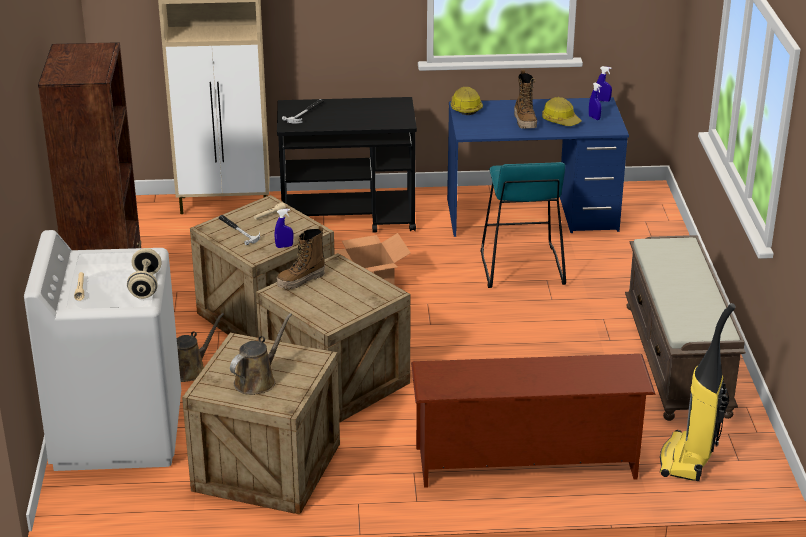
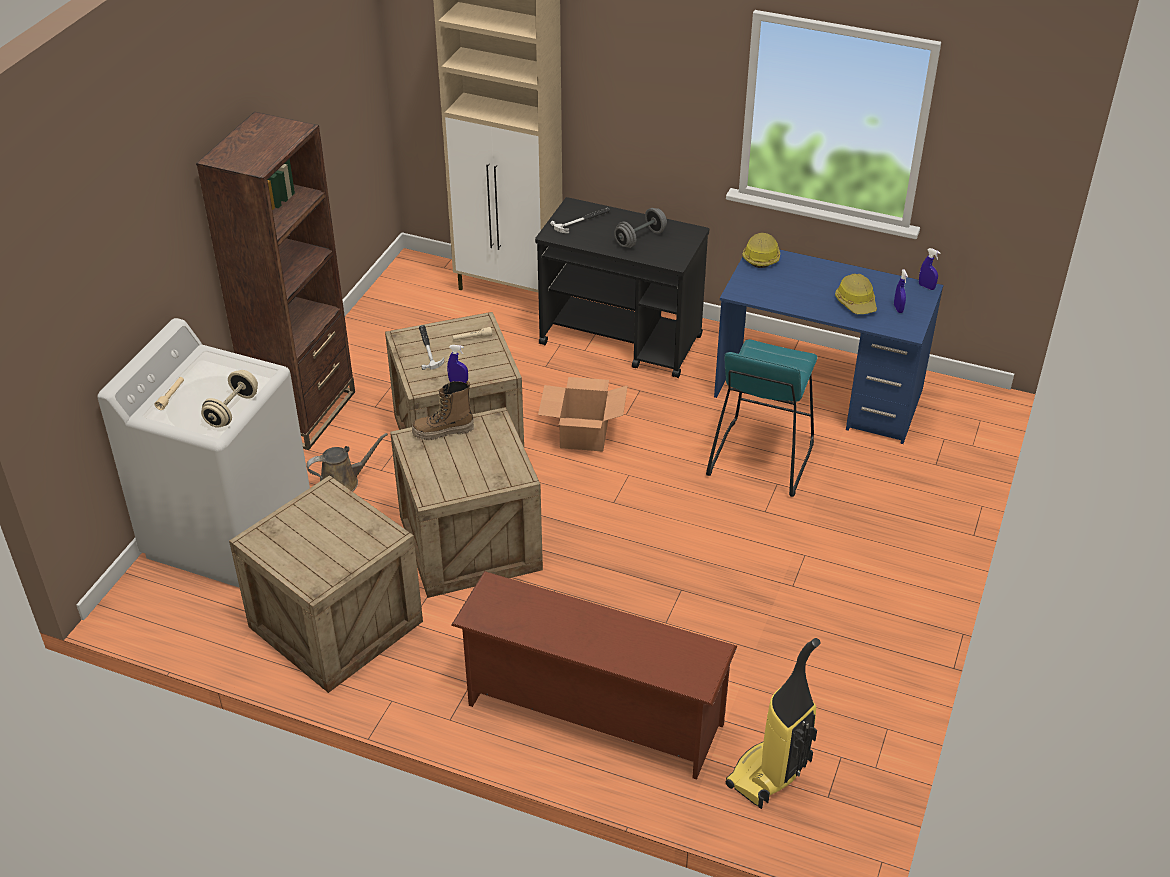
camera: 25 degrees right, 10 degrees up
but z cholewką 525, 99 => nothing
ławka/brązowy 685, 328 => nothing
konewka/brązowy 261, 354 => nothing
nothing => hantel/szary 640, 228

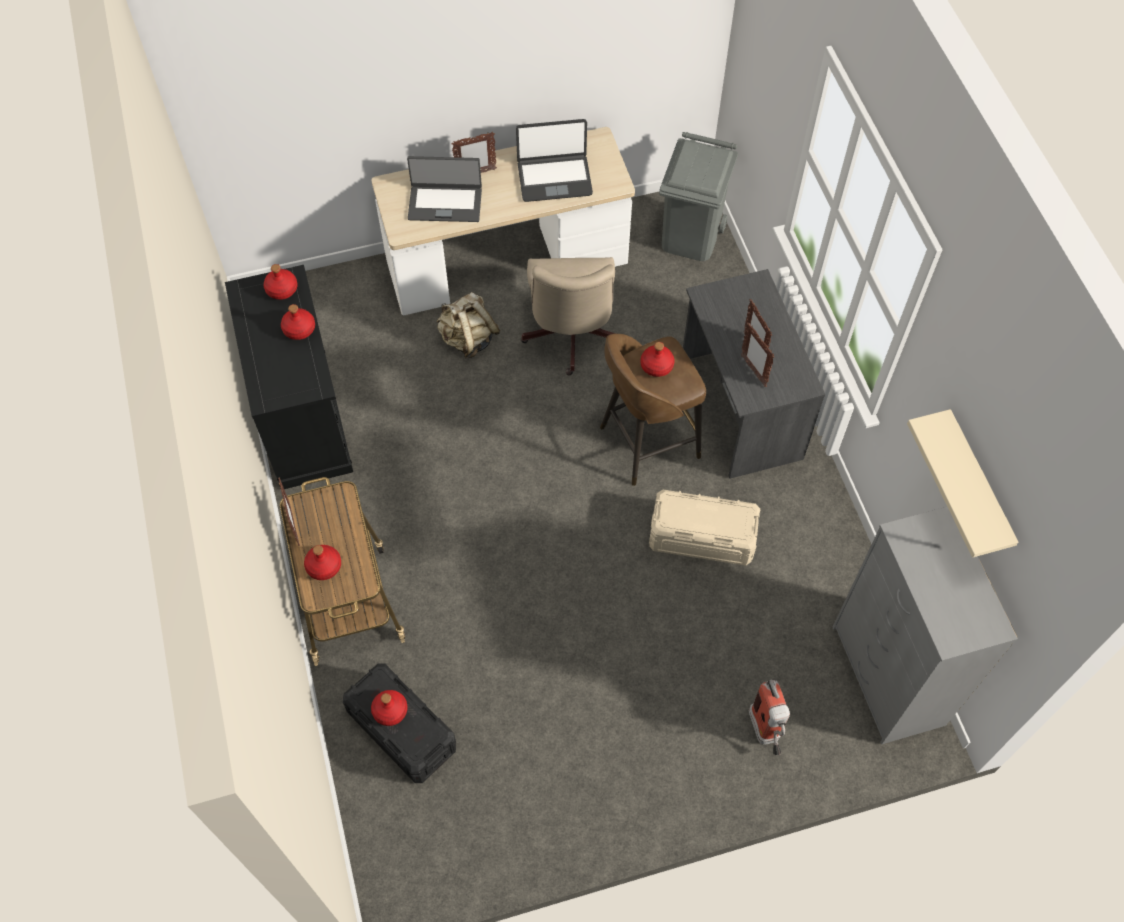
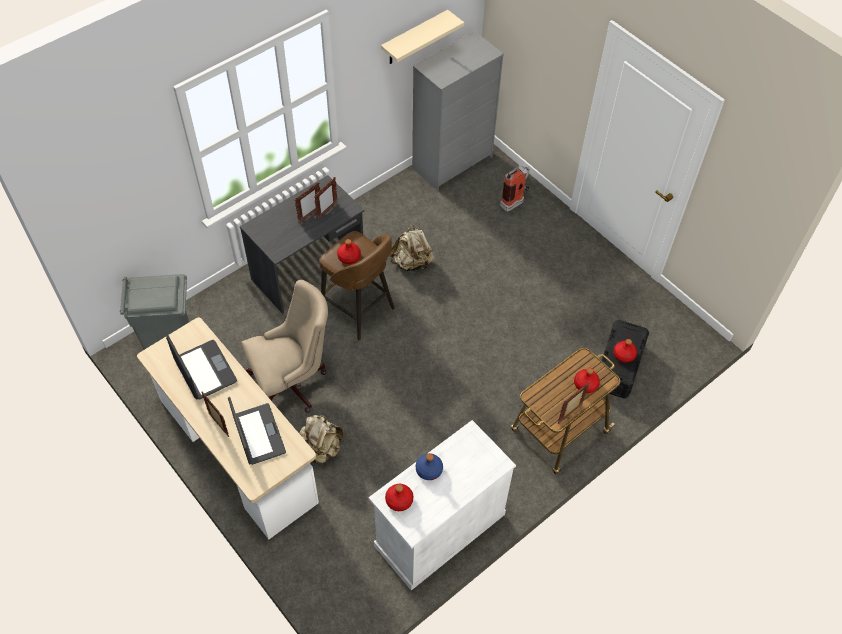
camera: 115 degrees left, 5 degrees down
szafka/czarny 289, 377 => szafka/biały 442, 505
butelka/czerwony 298, 322 => butelka/niebieski 429, 466
pojemnik do przechowywania/beżowy 704, 528 => plecak/beżowy 412, 248

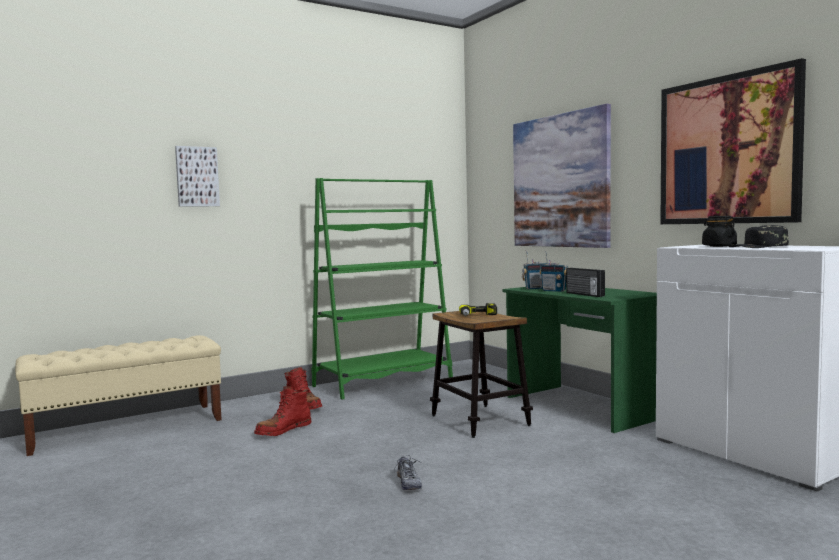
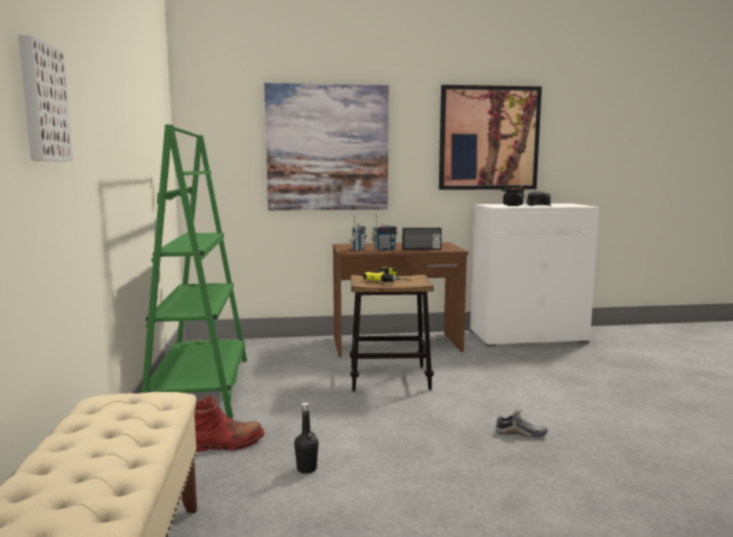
camera: 65 degrees left, 5 degrees up
biurko/zielony 579, 360 => biurko/brązowy 401, 299
but z cholewką/czerwony 283, 411 => butelka/czarny 306, 438

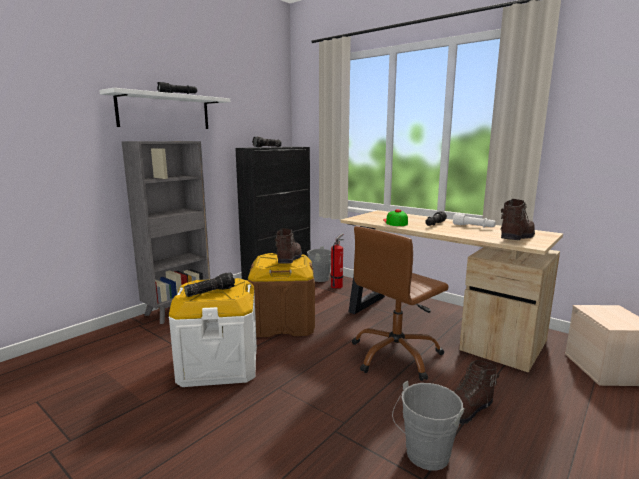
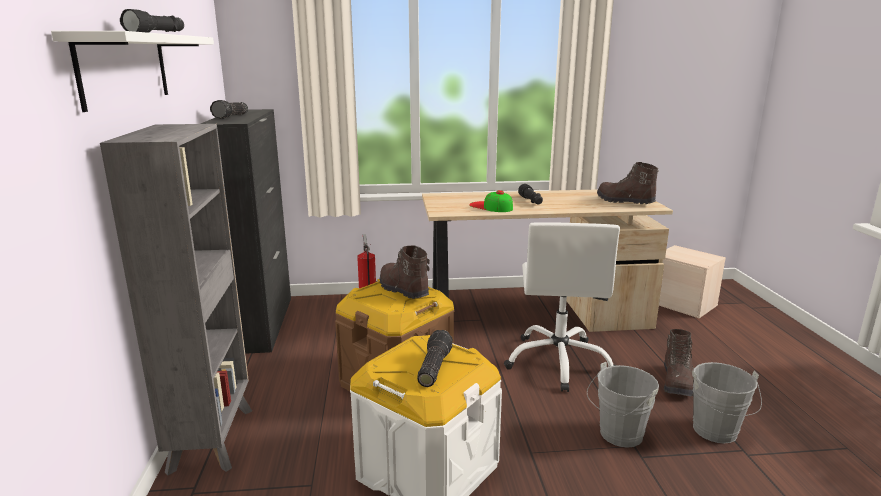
camera: 45 degrees left, 5 degrees up
but z cholewką/brązowy 517, 219 => but z cholewką/brązowy 628, 183, 45 degrees counterclockwise
latarka/biały 474, 220 => nothing
krzesło biurowe/brązowy 400, 303 => krzesło biurowe/biały 562, 307
wiadro/szary 319, 264 => wiadro/szary 623, 405, shifted

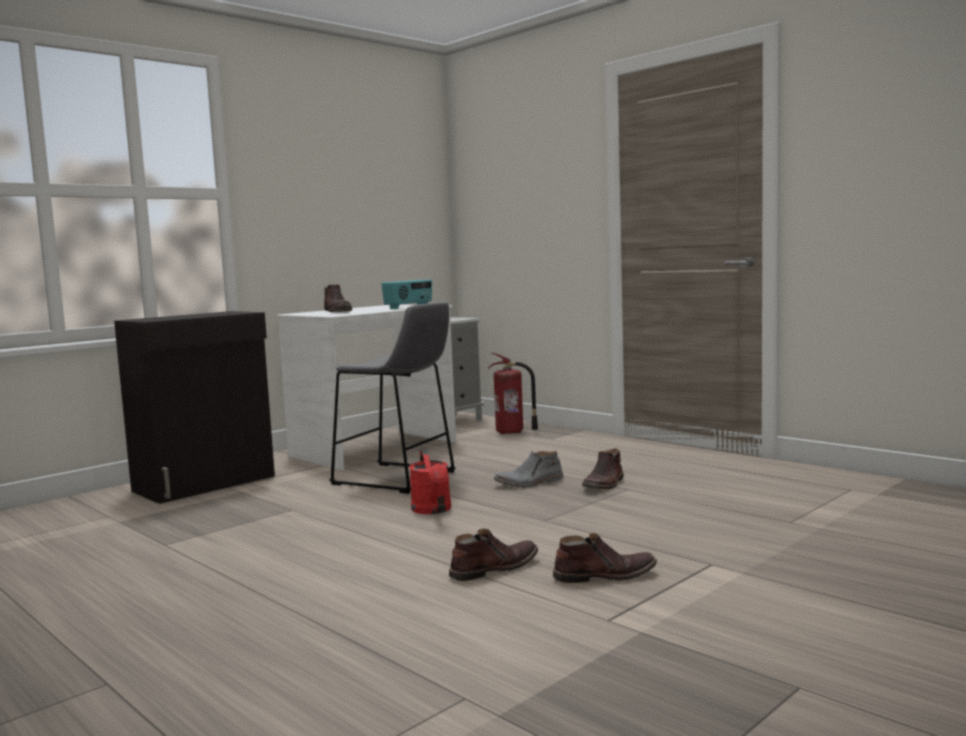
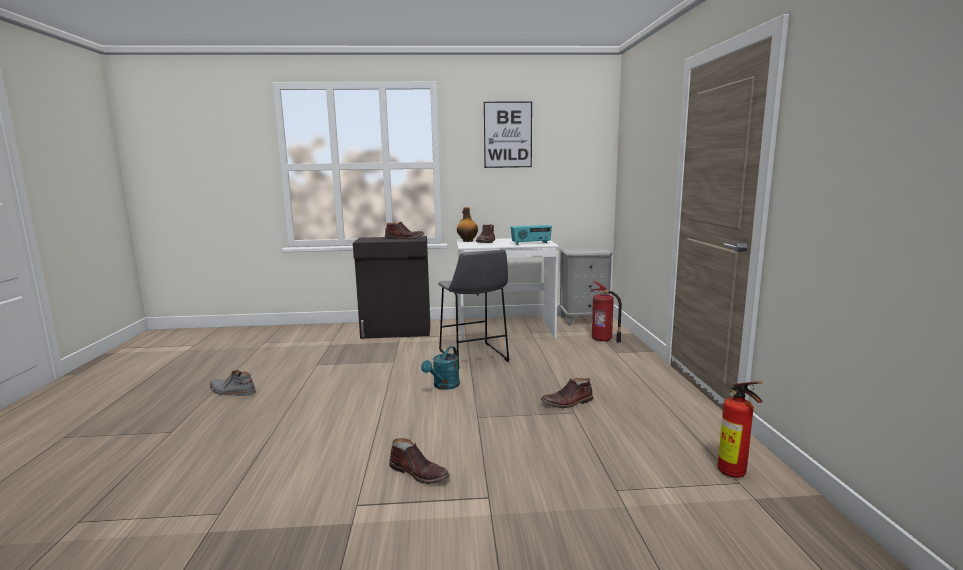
camera: 40 degrees right, 5 degrees up
konewka/czerwony 430, 481 => konewka/turkusowy 440, 368
but z cholewką/szary 528, 469 => but z cholewką/szary 233, 383, shifted
but z cholewką/brązowy 493, 555 => but z cholewką/brązowy 404, 230, shifted
nothing => obraz 508, 134
nothing => butelka 467, 224
nothing => gaśnica 740, 429

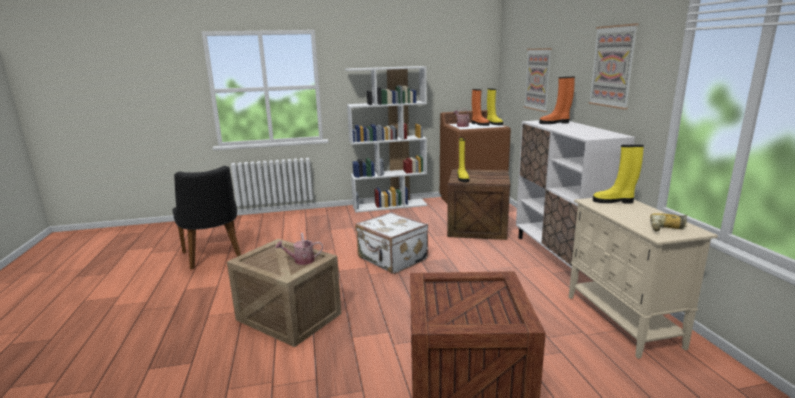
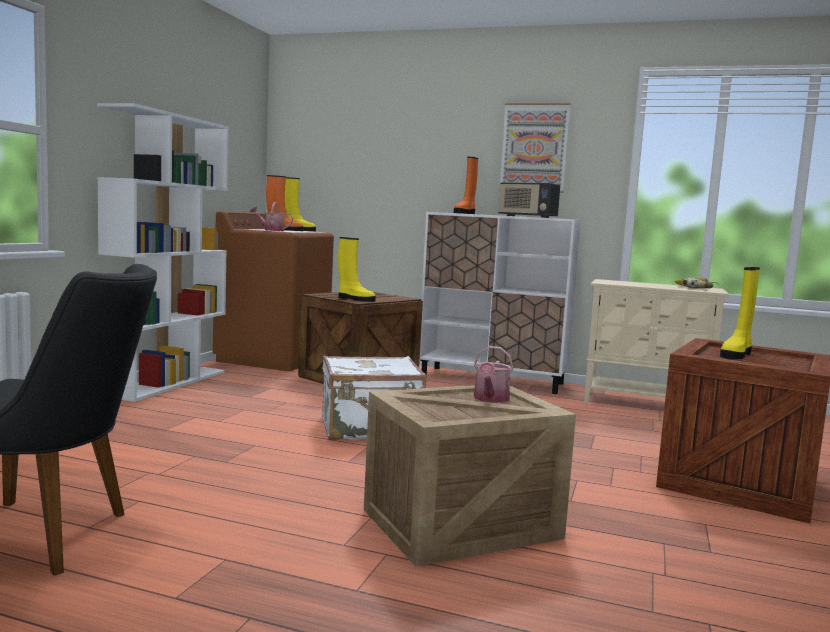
camera: 60 degrees left, 10 degrees down
obraz 538, 80 => nothing
but z cholewką/żółty 618, 174 => but z cholewką/żółty 740, 313, shifted
nothing => radio 528, 200

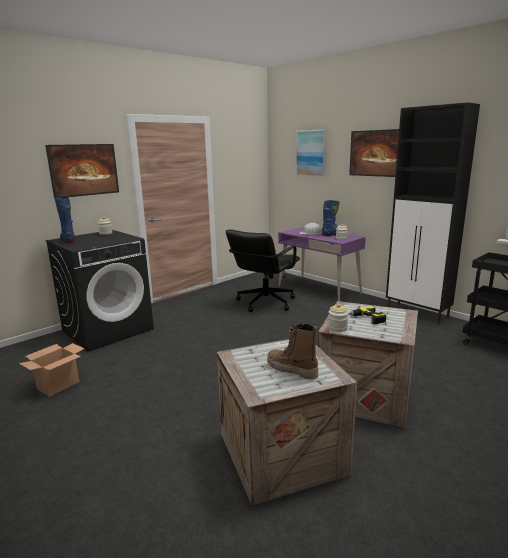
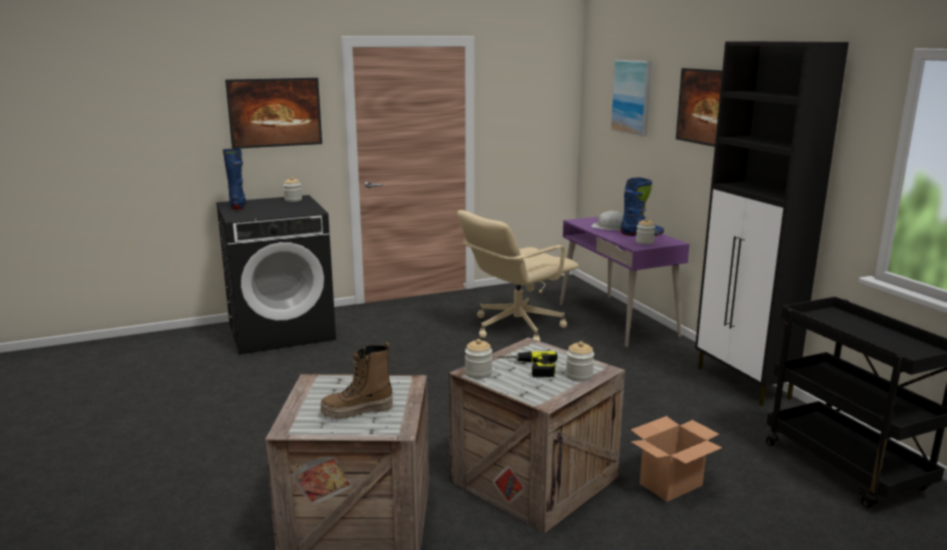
camera: 20 degrees right, 0 degrees up
krzesło biurowe/czarny 262, 270 => krzesło biurowe/beżowy 518, 275
but z cholewką 292, 352 => but z cholewką 357, 380, 75 degrees counterclockwise
karton 52, 370 => karton 676, 459, shifted
nothing => słoik 580, 361

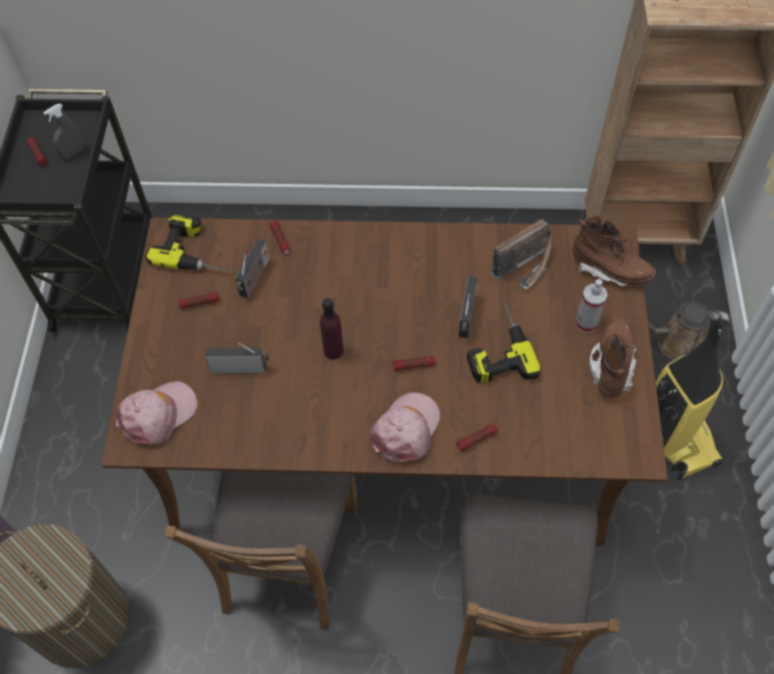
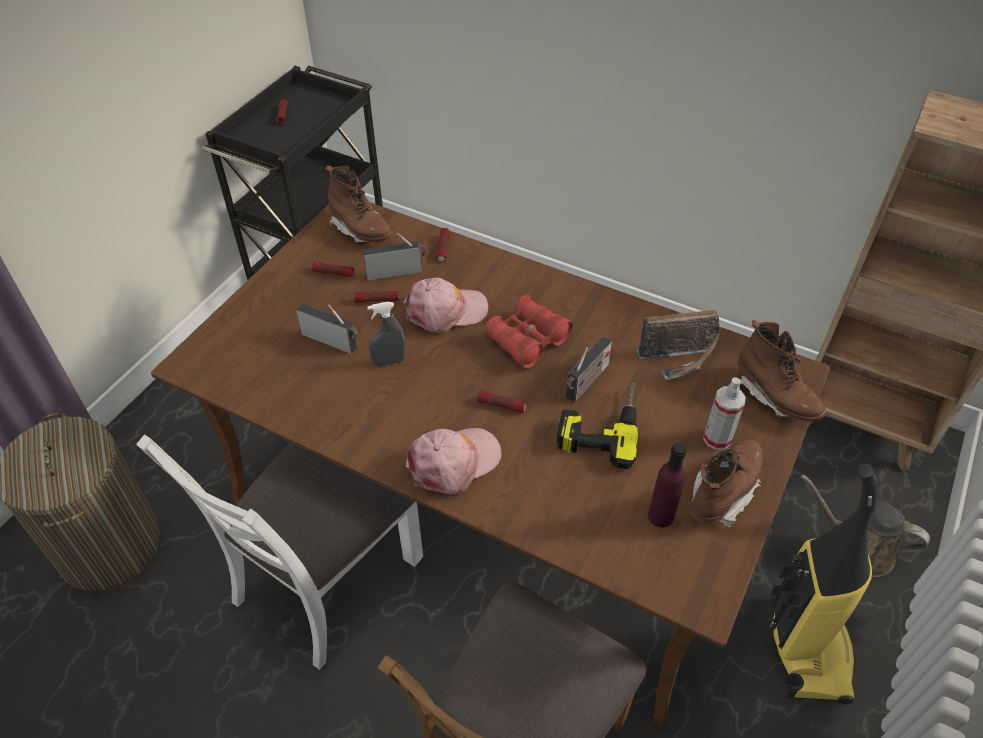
camera: 25 degrees right, 10 degrees down
spryskiwacz/szary 63, 131 => spryskiwacz/szary 386, 334, shifted
wiertarka 186, 242 => but z cholewką/brązowy 359, 204
radio 252, 268 => radio 394, 256, 150 degrees counterclockwise
butelka/fioletowy 332, 329 => butelka/fioletowy 667, 485, shifted
czapka z daszkiem/różowy 157, 413 => czapka z daszkiem/różowy 445, 305, shifted
latarka 477, 438 => latarka 377, 296, shifted
krzesło/brązowy 260, 550 => krzesło/biały 279, 552
nothing => lornetka/czerwony 528, 332

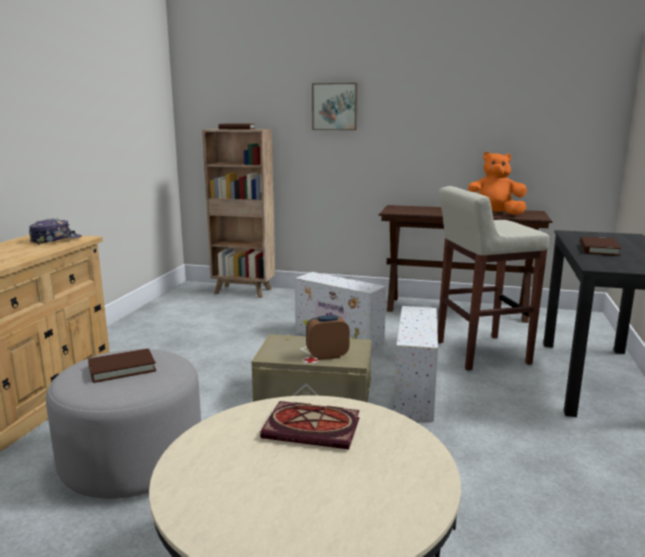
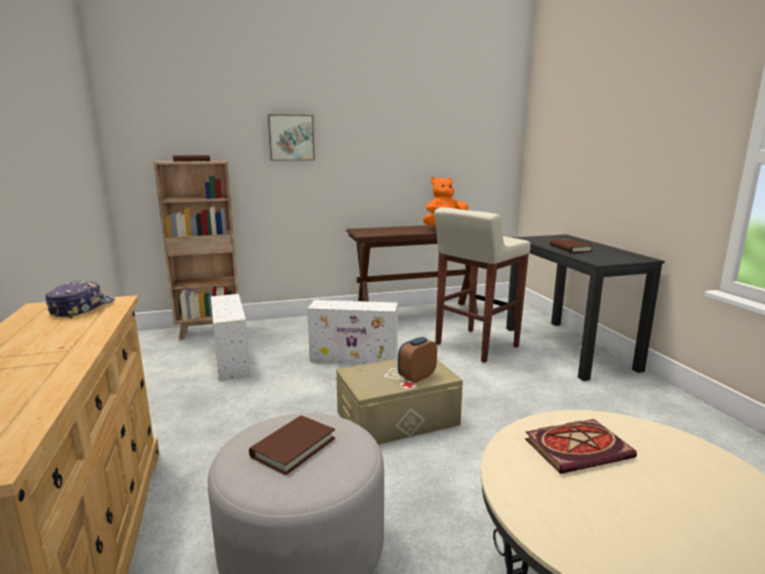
camera: 30 degrees left, 0 degrees up
pojemnik do przechowywania/biały 416, 364 => pojemnik do przechowywania/biały 230, 337, shifted

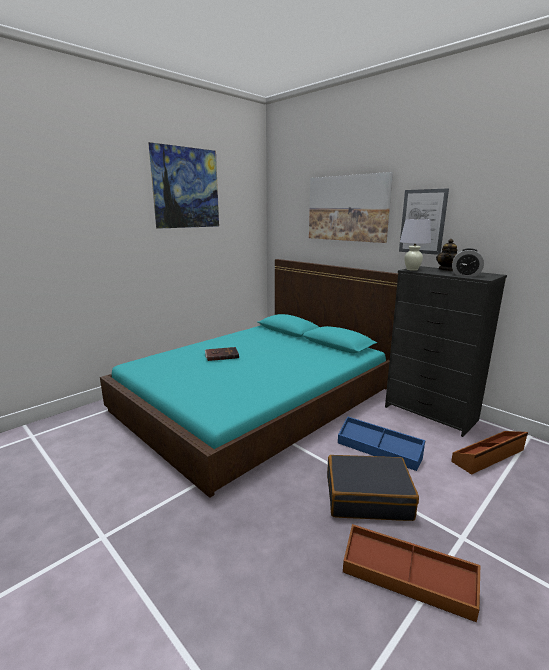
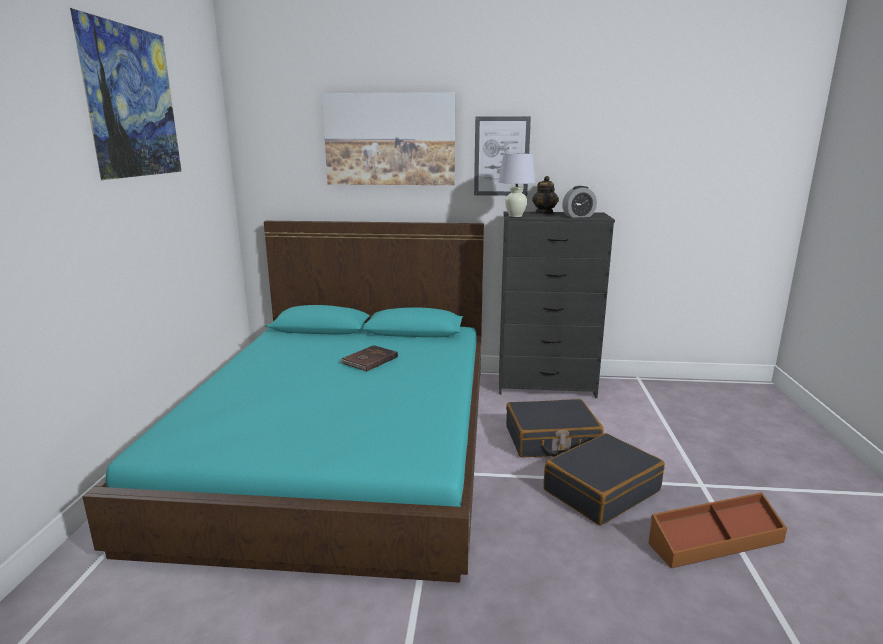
camera: 40 degrees left, 0 degrees up
książka/brązowy 222, 354 => książka/brązowy 369, 358, shifted
pojemnik do przechowywania/niebieski 381, 443 => walizka/czarny 555, 428
pojemnik do przechowywania/brązowy 489, 453 => nothing

